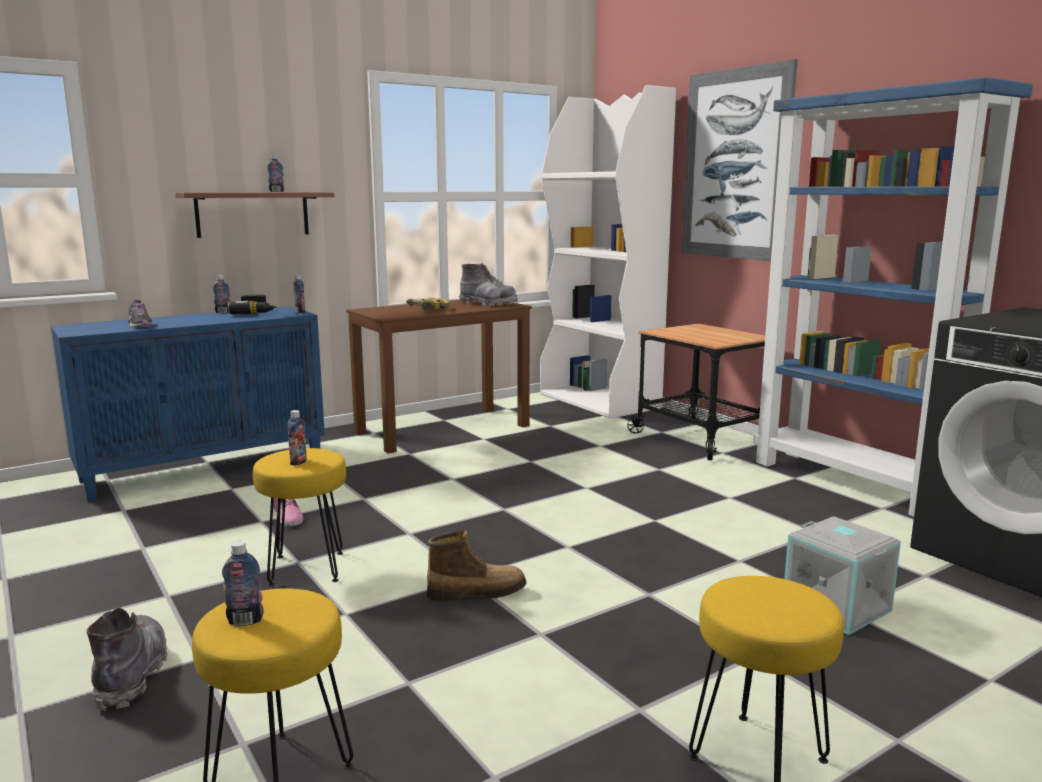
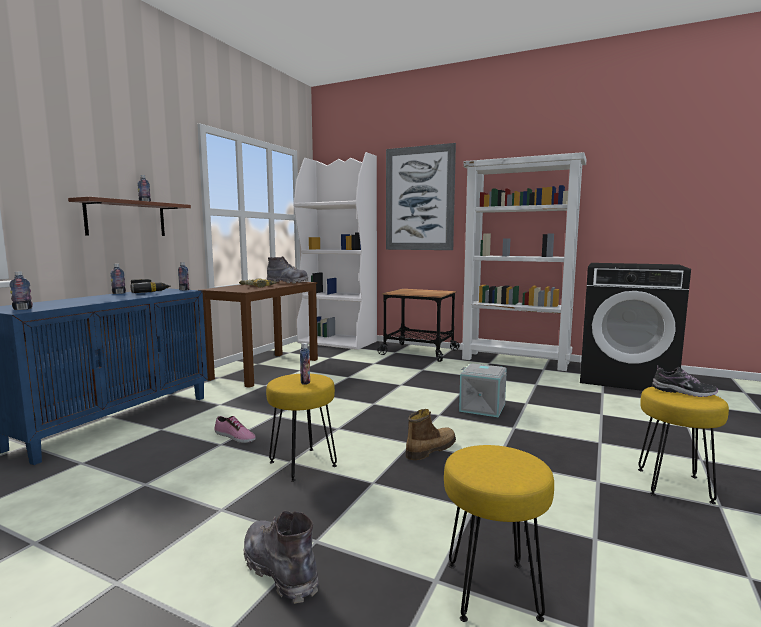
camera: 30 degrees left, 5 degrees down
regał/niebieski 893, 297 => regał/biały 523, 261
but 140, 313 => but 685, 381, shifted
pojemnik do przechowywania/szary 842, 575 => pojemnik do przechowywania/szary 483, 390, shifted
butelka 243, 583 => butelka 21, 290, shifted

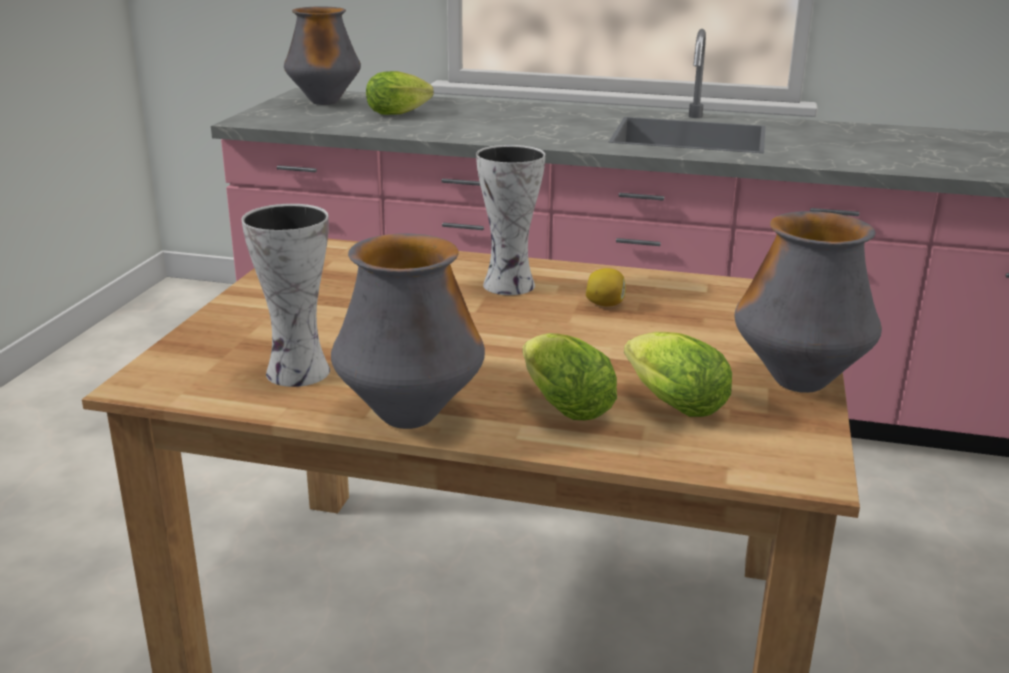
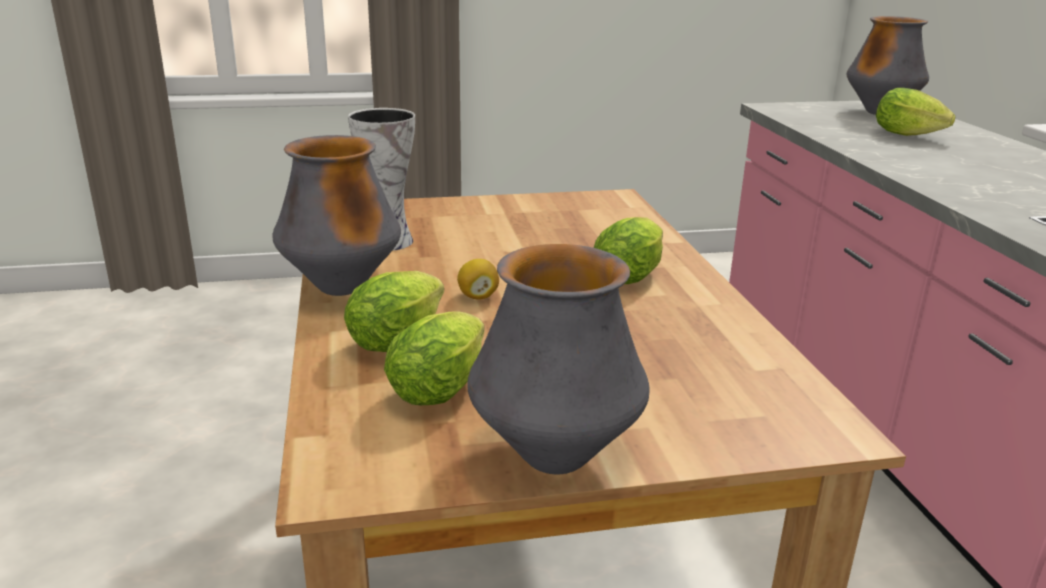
camera: 65 degrees right, 0 degrees up
wazon 511, 220 => sałata 628, 250
cytryna 606, 287 => cytryna 478, 279, shifted

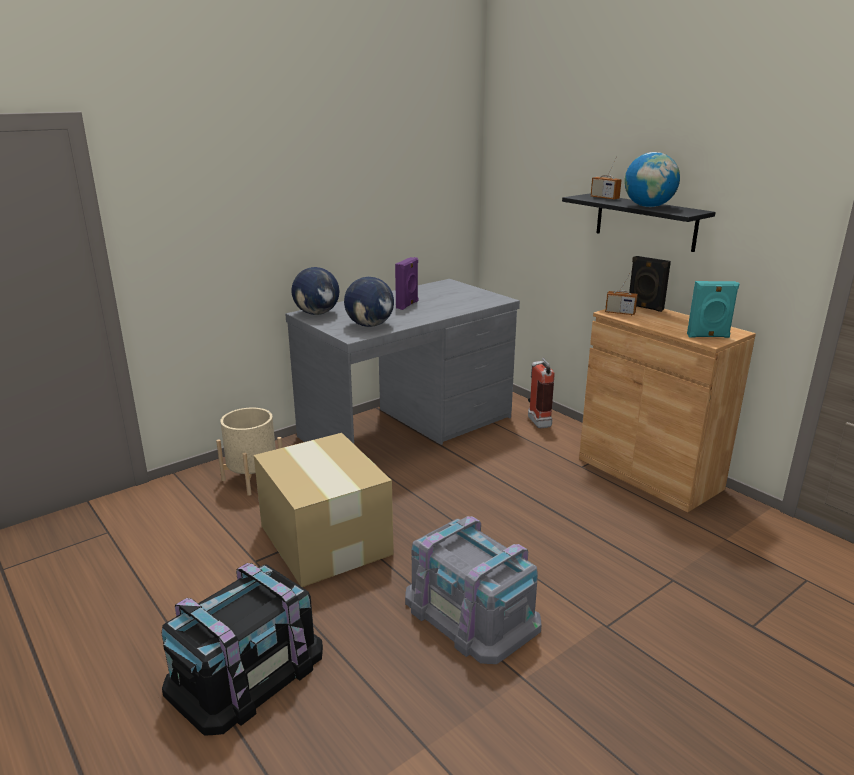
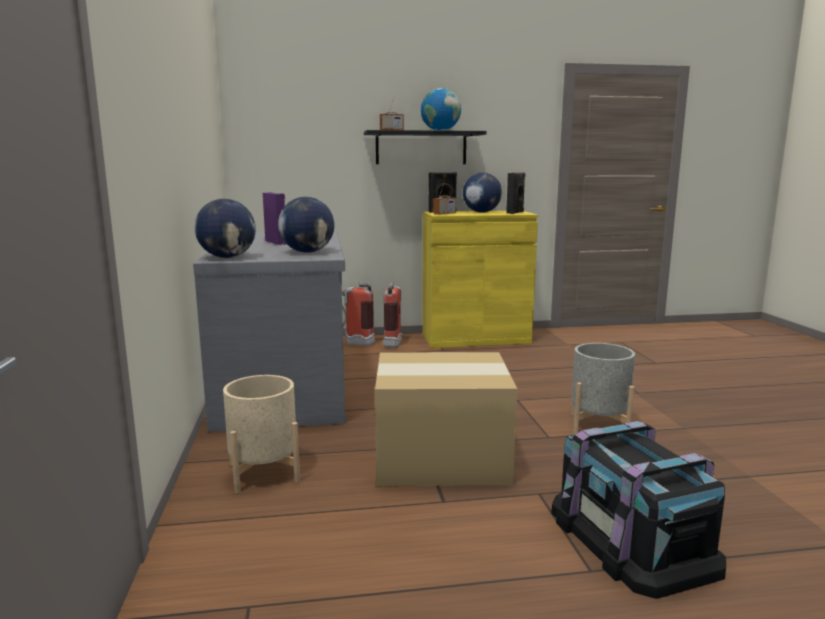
camera: 60 degrees left, 10 degrees down
głośnik/turkusowy 713, 309 => głośnik/czarny 515, 193
szafka/brązowy 667, 409 => szafka/żółty 480, 279
pojemnik do przechowywania/szary 473, 590 => donica/szary 603, 388
nothing => globus 482, 193
nothing => gaśnica 392, 314

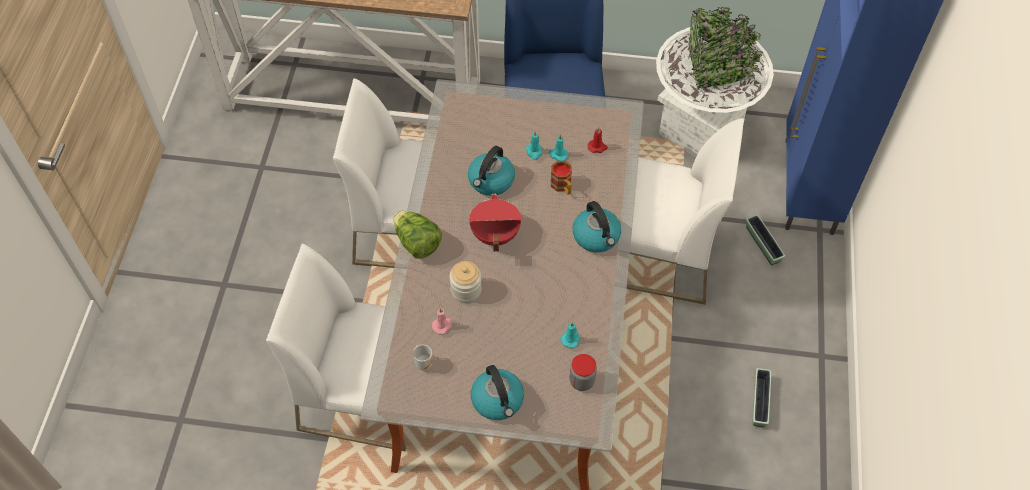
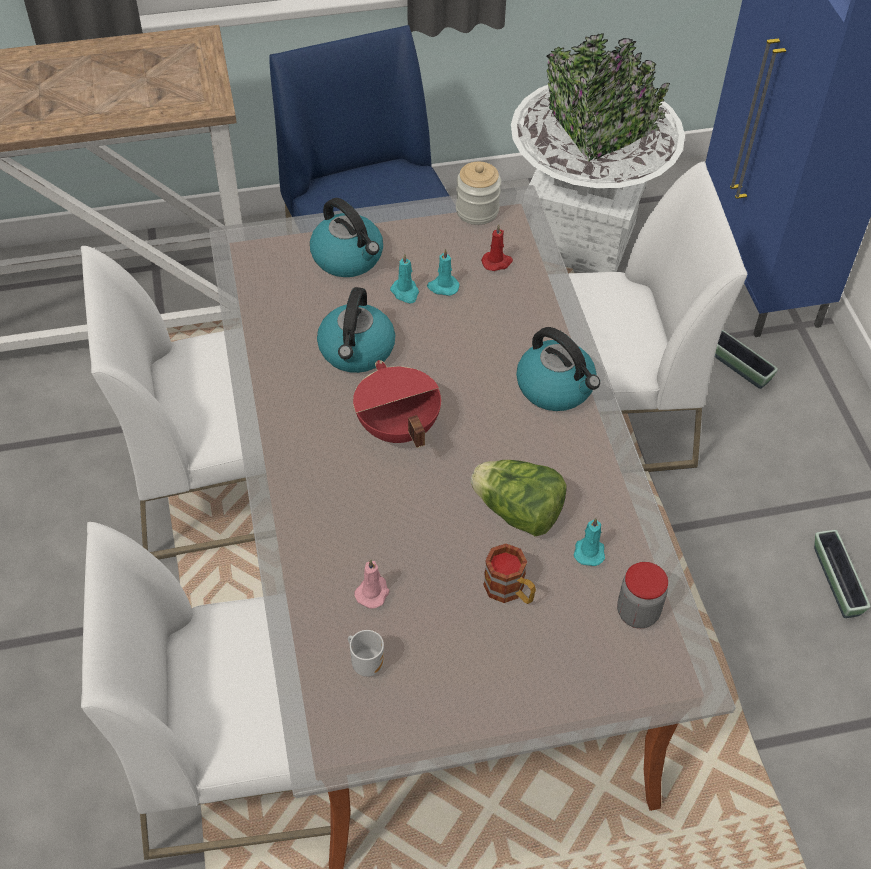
camera: 20 degrees left, 5 degrees down
kubek 561, 177 => kubek 509, 574, shifted
sałata 417, 234 => sałata 518, 498, shifted
słoik 466, 282 => słoik 478, 193, shifted
czajnik 497, 392 => czajnik 346, 237, shifted

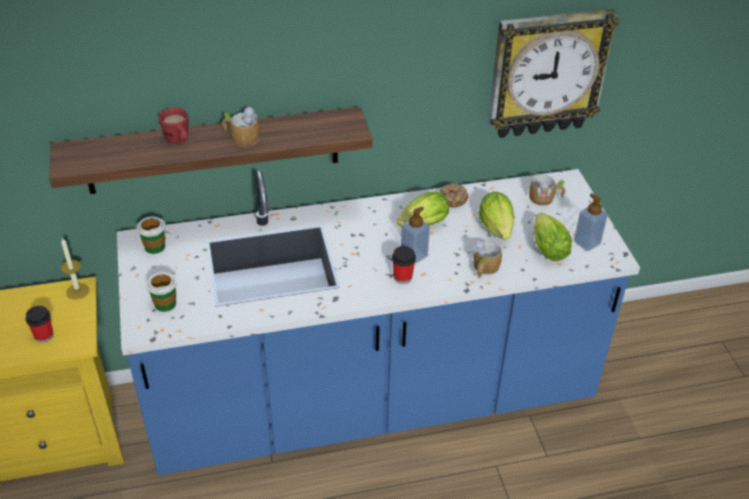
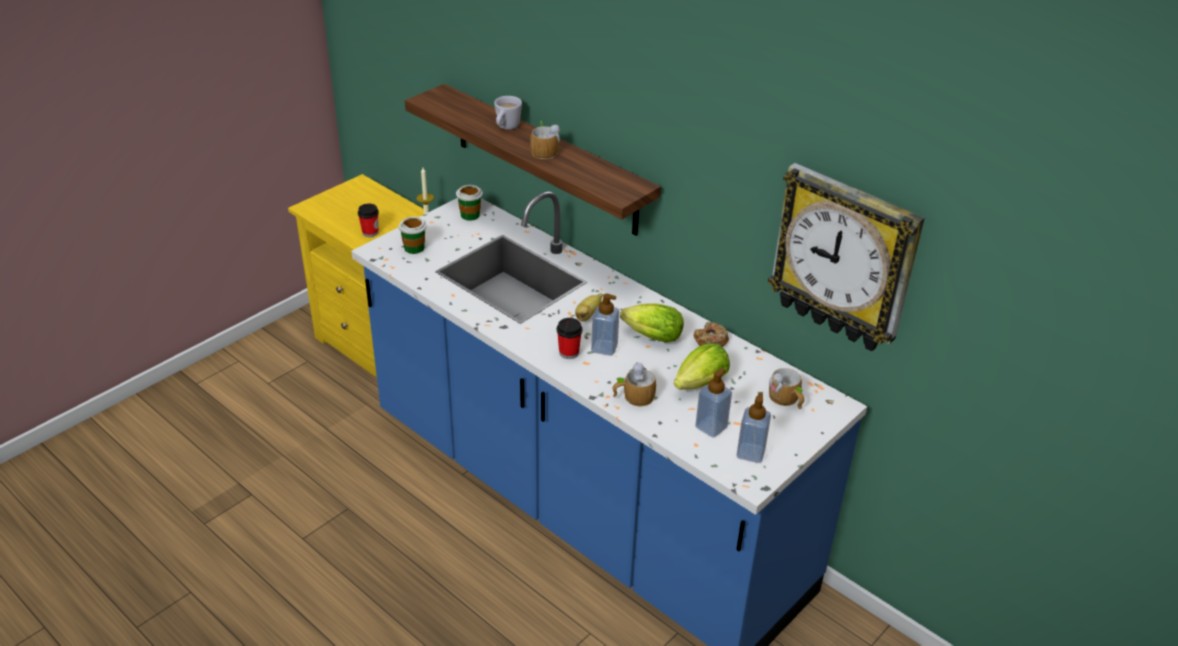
camera: 55 degrees right, 5 degrees down
kubek/czerwony 174, 126 => kubek/biały 508, 113
sałata 553, 237 => dozownik mydła 713, 403
nothing => banan 589, 307

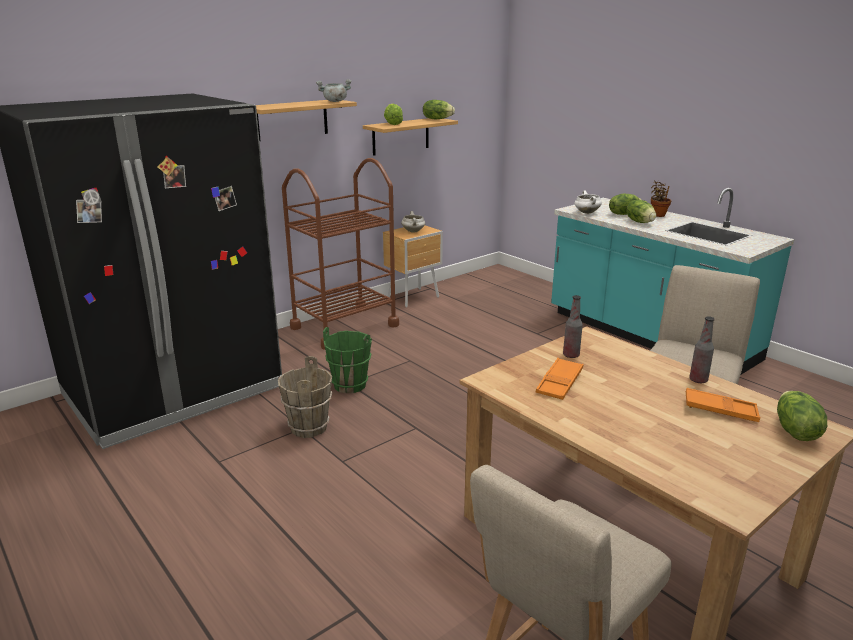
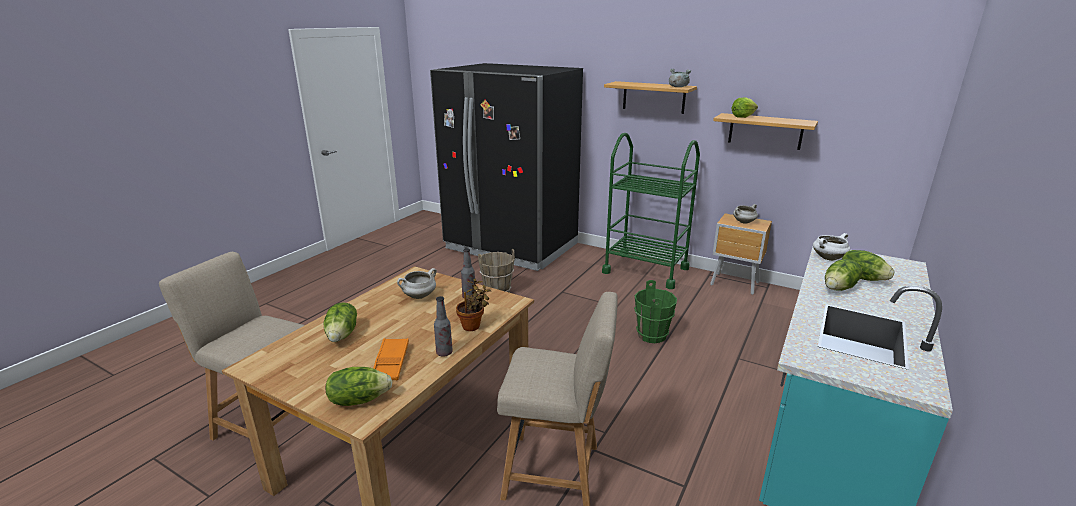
camera: 70 degrees right, 0 degrees up
sałata 439, 109 => sałata 340, 322, shifted
wózek/brązowy 340, 254 => wózek/zielony 651, 211
roślina doniczkowa 661, 199 => roślina doniczkowa 473, 305, shifted
wiadro/zielony 347, 360 => wiadro/zielony 655, 311, shifted
taca/pomarańczowy 560, 379 => garnek/biały 417, 283

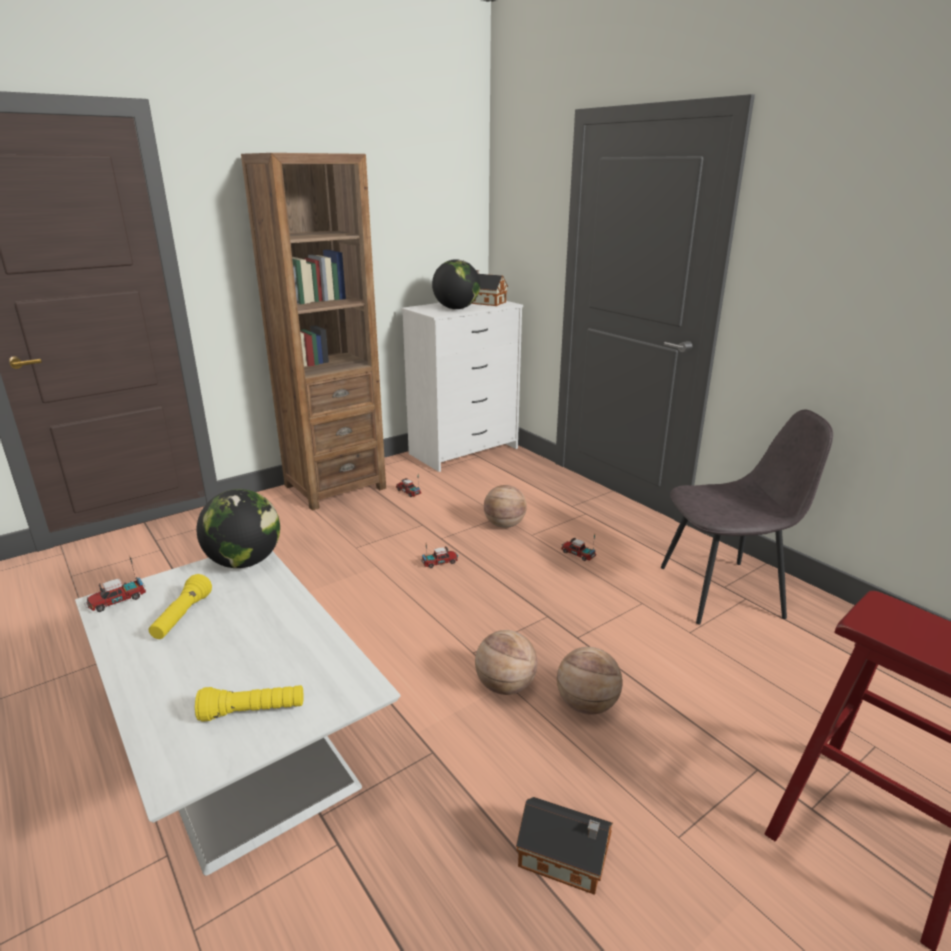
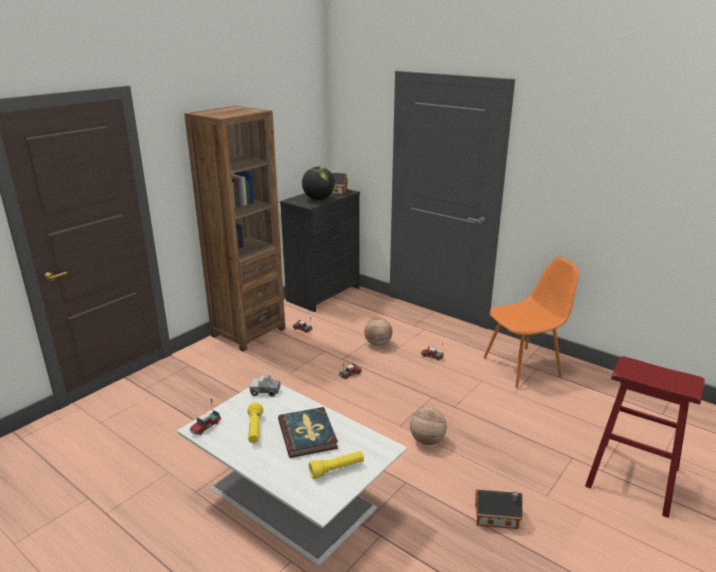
camera: 15 degrees left, 0 degrees up
komoda/biały 462, 386 => komoda/czarny 320, 250
krzesło/szary 747, 517 => krzesło/pomarańczowy 531, 322
globus 238, 528 => ciężarówka zabawkowa 265, 386
piłka do koszykówki 590, 681 => nothing
nothing => książka 308, 432

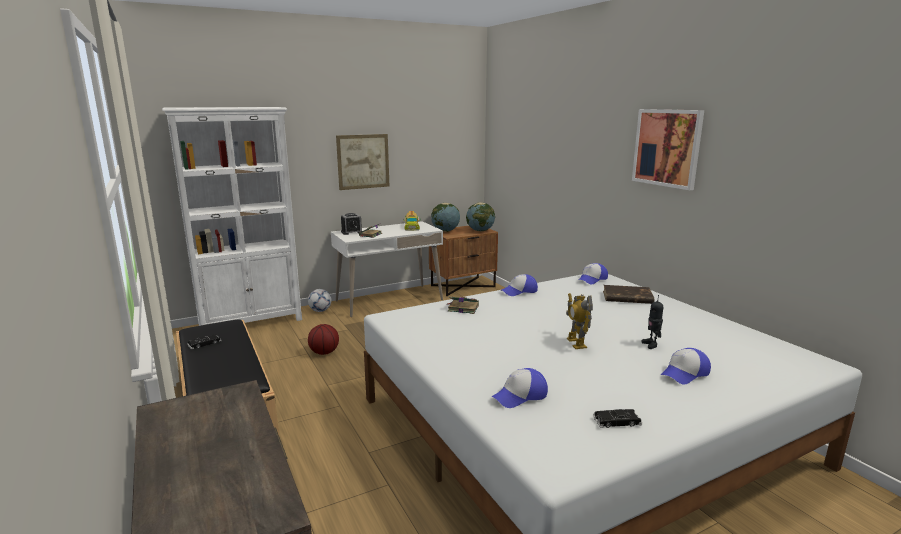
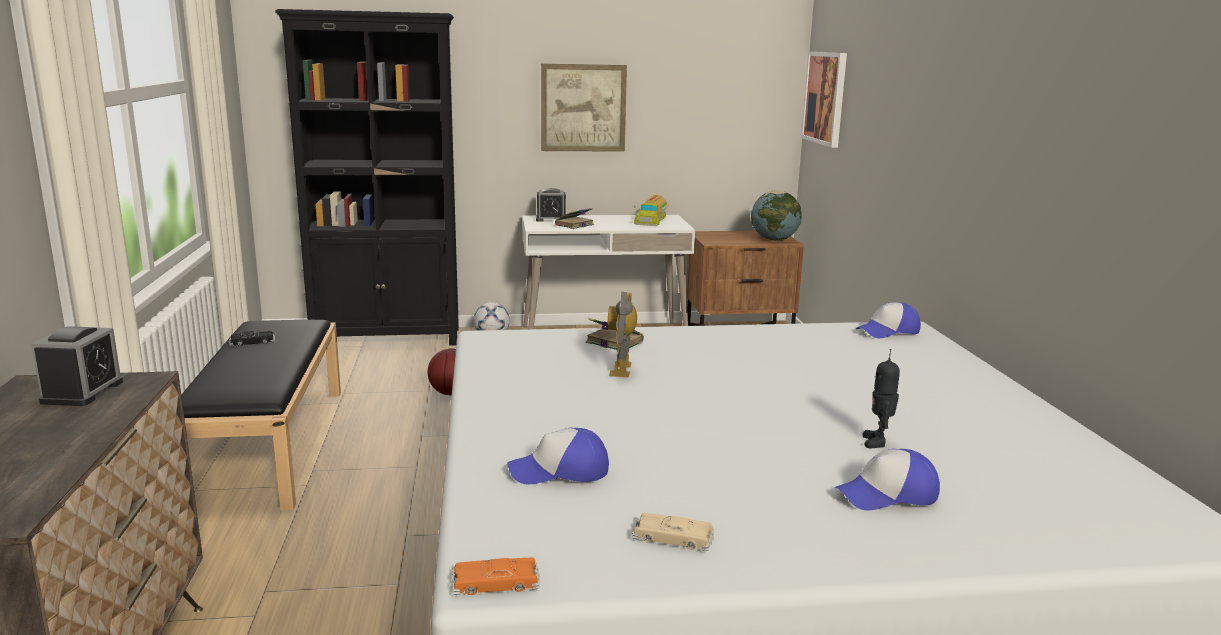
camera: 20 degrees right, 0 degrees up
regał/biały 232, 216 => regał/czarny 367, 177
obraz 668, 149 => obraz 824, 100, shifted
globus 445, 217 => nothing
czapka z daszkiem 519, 285 => nothing
książka/brązowy 628, 294 => nothing
robot zabawkowy 579, 321 => robot zabawkowy 622, 334, shifted
samochodzik/czarny 617, 418 => samochodzik/beżowy 673, 532
nothing => budzik 77, 366
nothing => samochodzik/pomarańczowy 495, 576

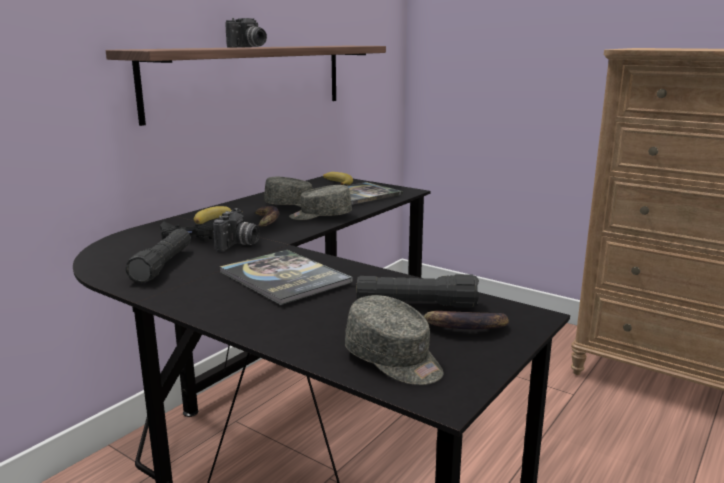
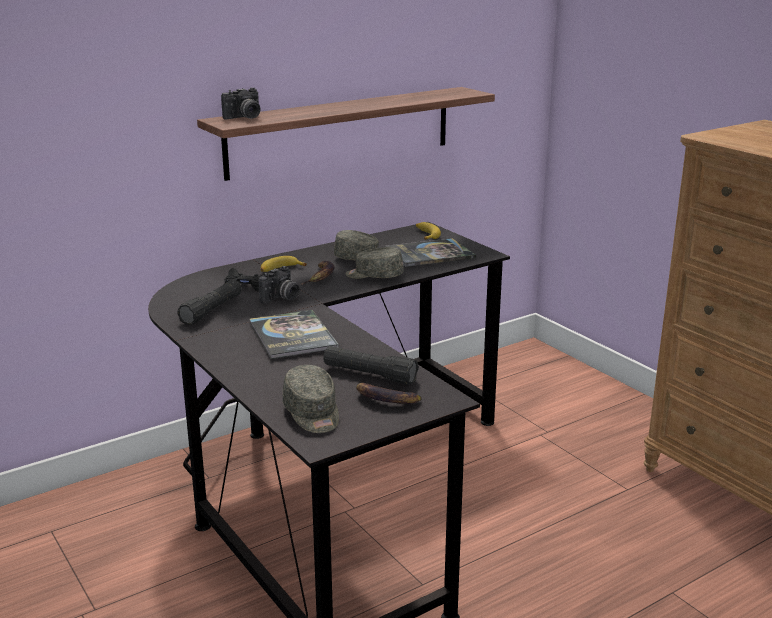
camera: 20 degrees right, 5 degrees up
aparat fotograficzny 246, 33 => aparat fotograficzny 240, 103, shifted

